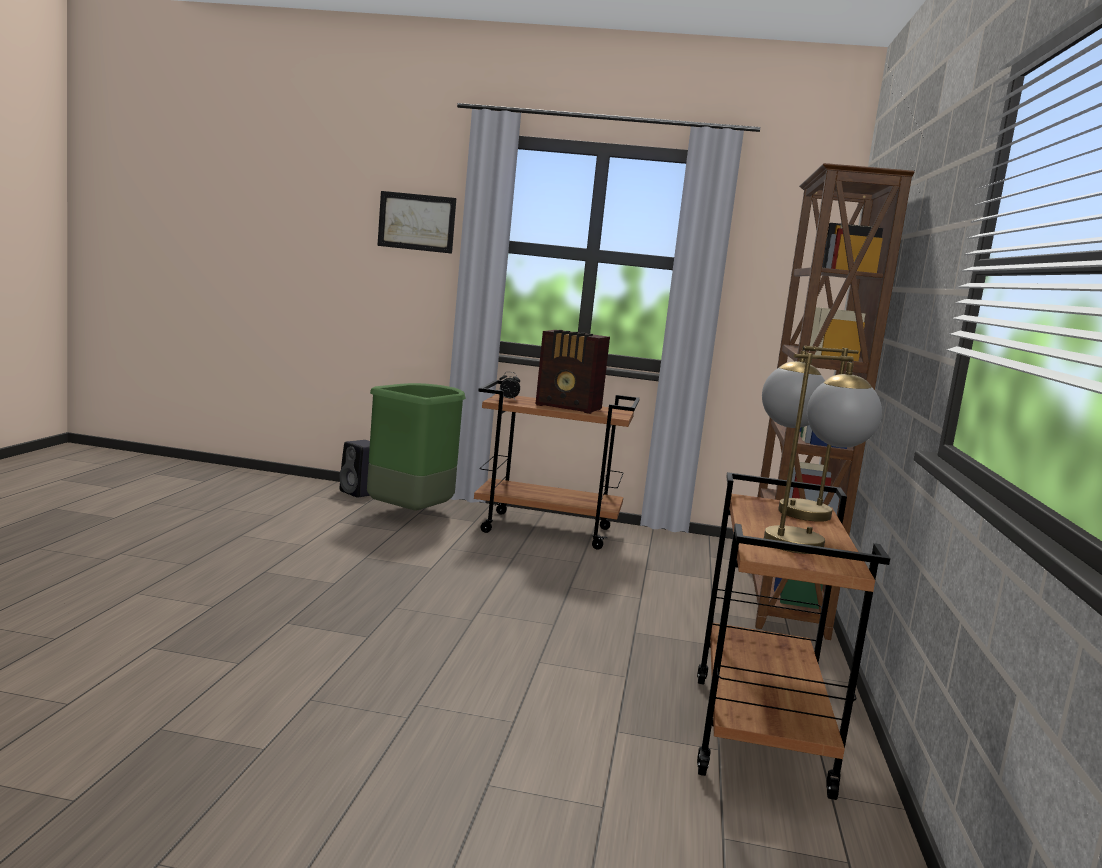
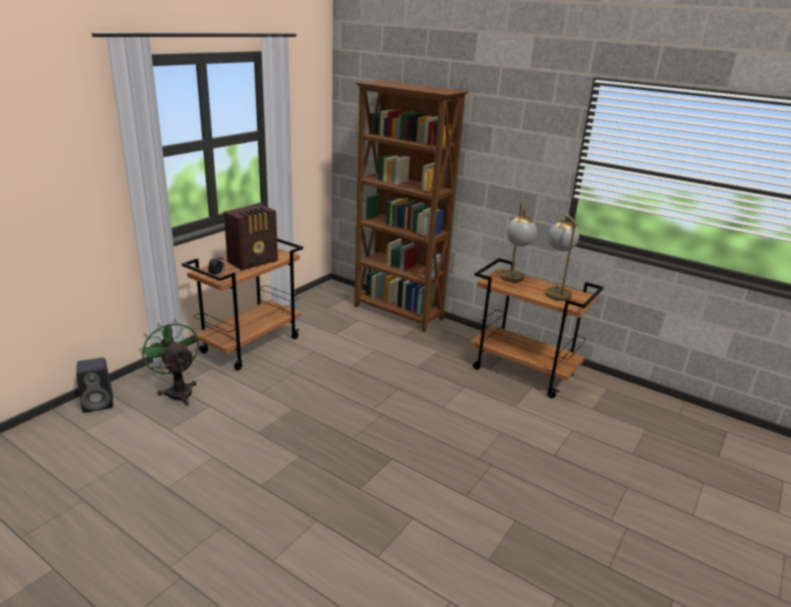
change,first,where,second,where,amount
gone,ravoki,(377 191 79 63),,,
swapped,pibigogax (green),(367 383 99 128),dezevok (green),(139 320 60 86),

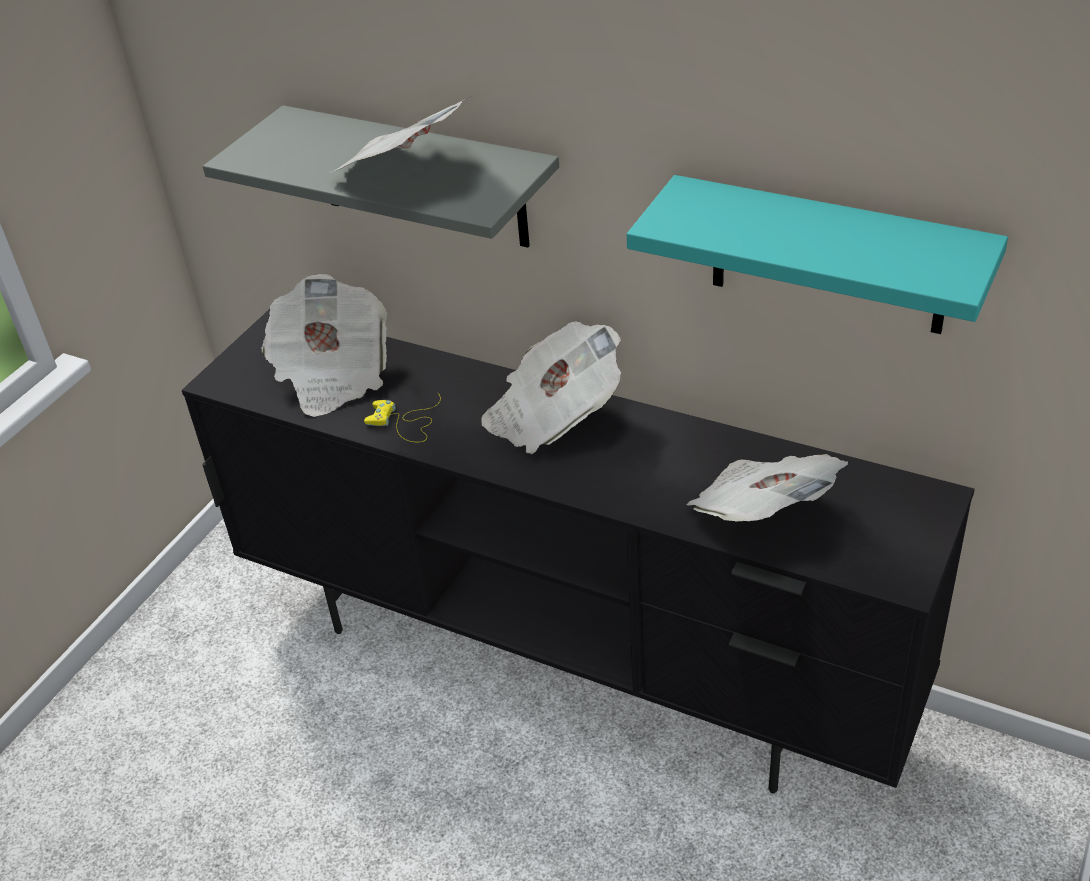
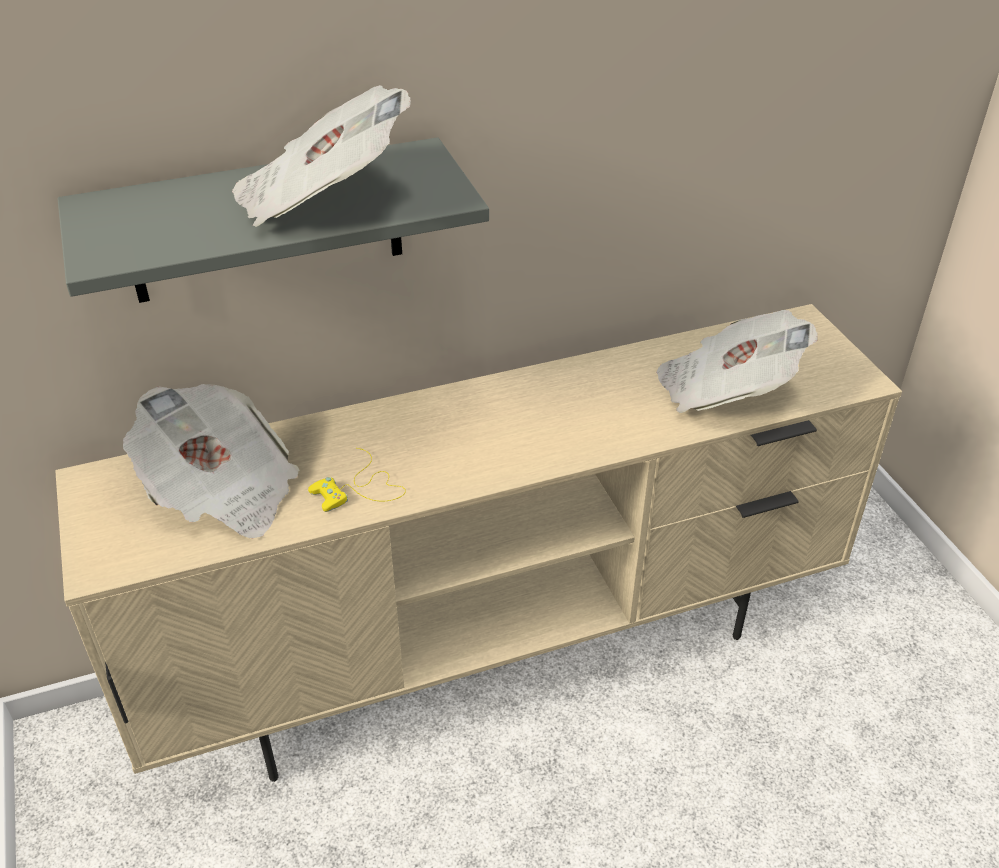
change,first,where,second,where,amount
gone,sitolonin,(481 321 140 133),,,
gone,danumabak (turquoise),(627 175 381 159),,,
repainted,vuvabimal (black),(182 309 793 485),vuvabimal (beige),(55 304 847 478),

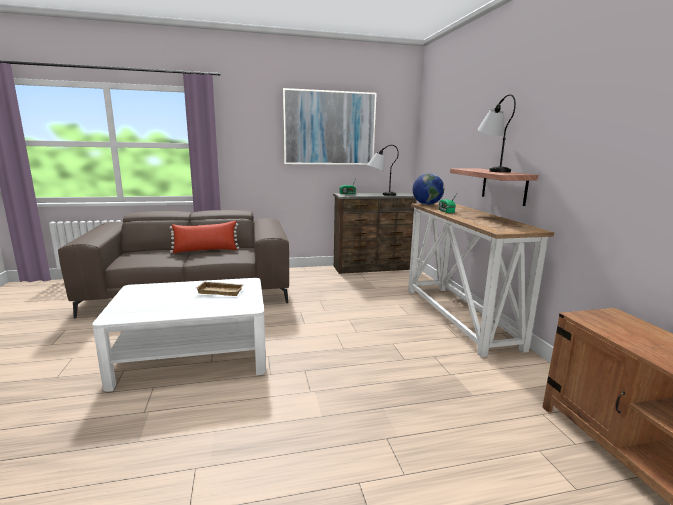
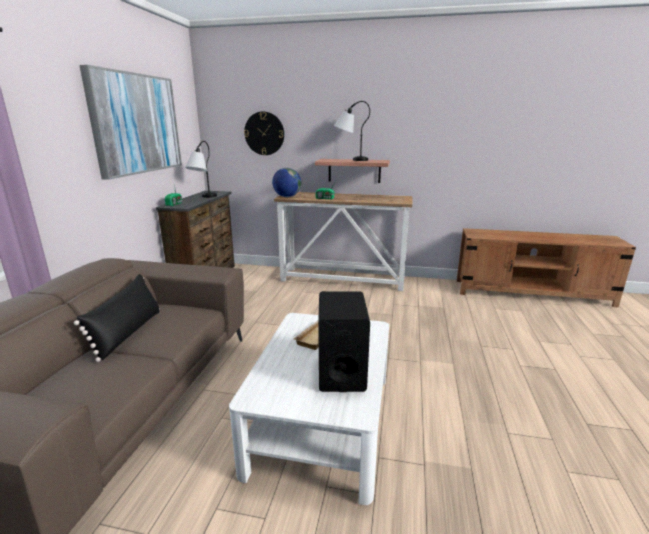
change,first,where,second,where,amount
new,,,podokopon,(244 112 40 43),
new,,,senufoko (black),(318 291 52 101),
repainted,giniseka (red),(170 221 69 32),giniseka (black),(74 274 86 88),

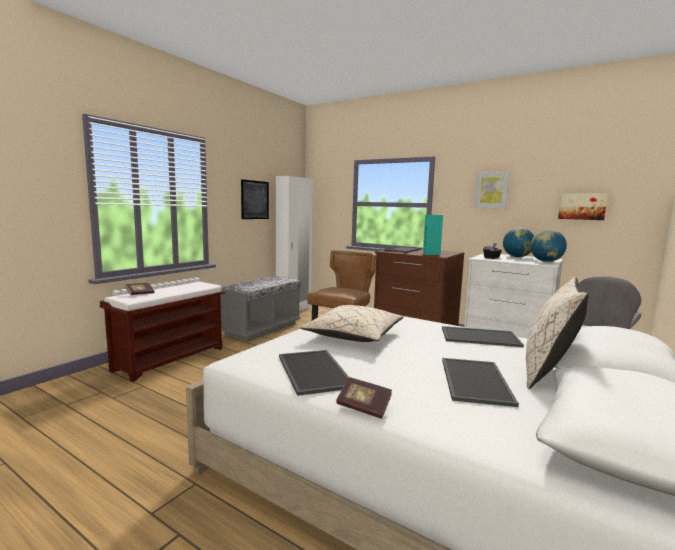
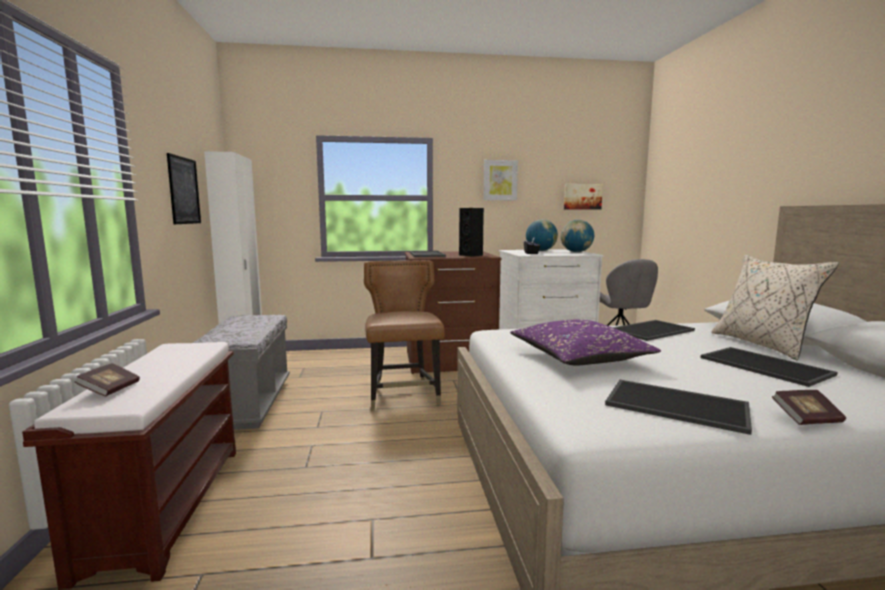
change,first,where,second,where,amount
repainted,giniseka (beige),(300 305 104 37),giniseka (purple),(510 319 151 46),
repainted,senufoko (turquoise),(423 215 20 40),senufoko (black),(459 208 25 49),

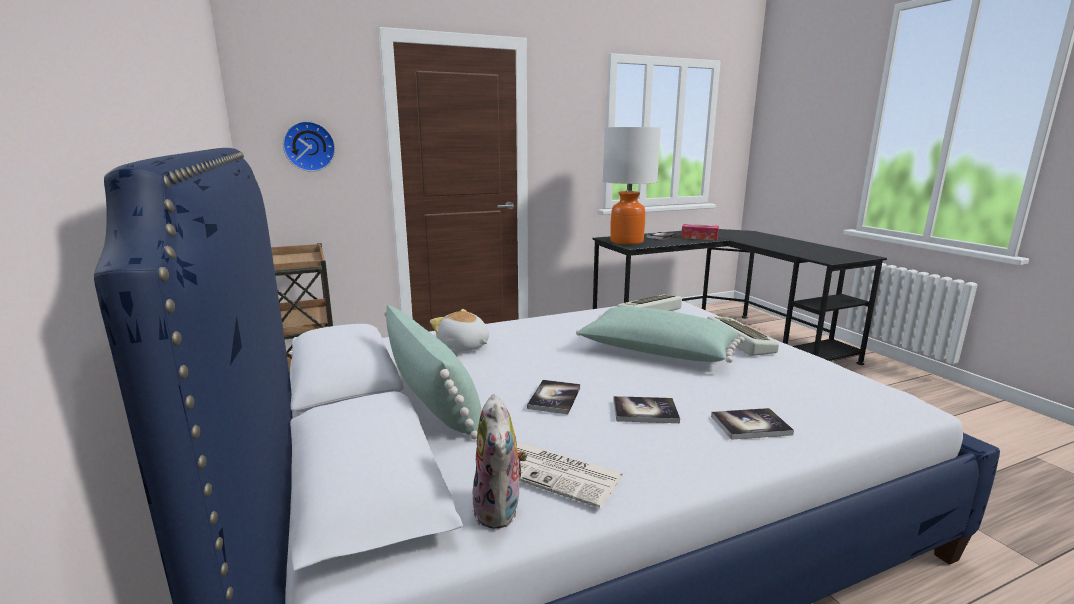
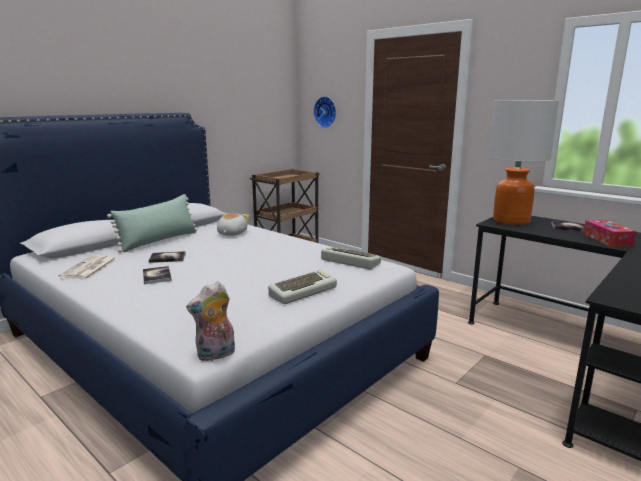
change,first,where,second,where,amount
gone,giniseka (green),(576 307 169 56),,,
gone,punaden,(711 408 83 32),,,
shifted,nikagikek,(472 394 55 135),,(186 281 49 80),

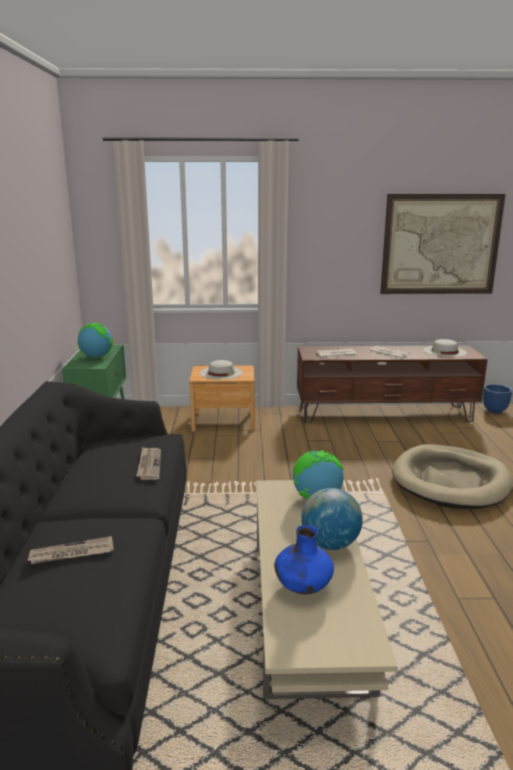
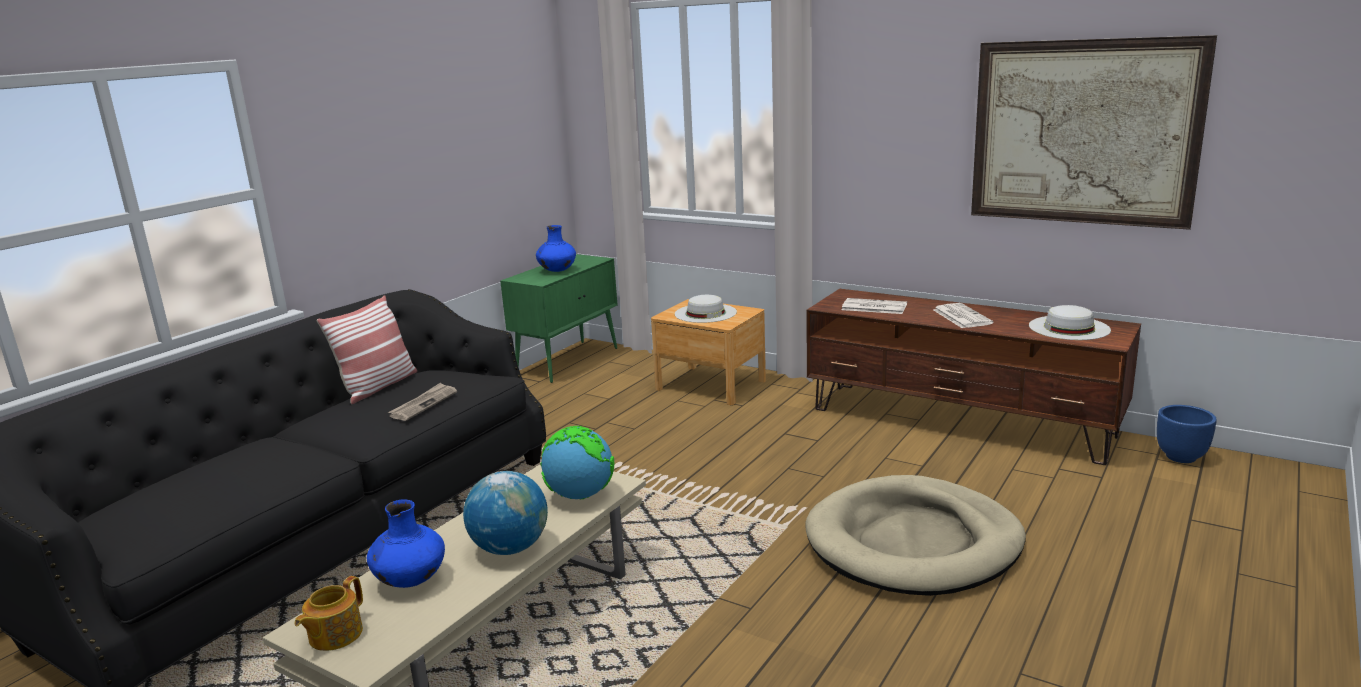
change,first,where,second,where,amount
gone,sitolonin,(27 536 87 28),,,
new,,,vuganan,(295 576 68 75),
new,,,giniseka,(317 295 100 109),
swapped,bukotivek,(77 323 36 35),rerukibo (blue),(536 225 40 47),

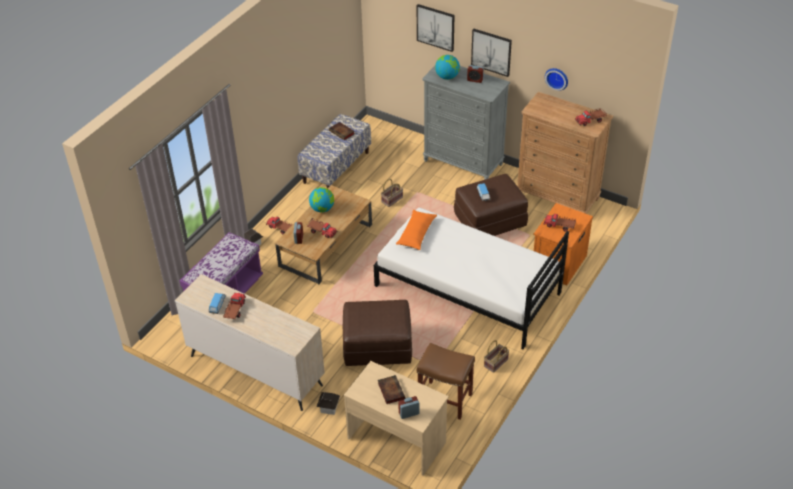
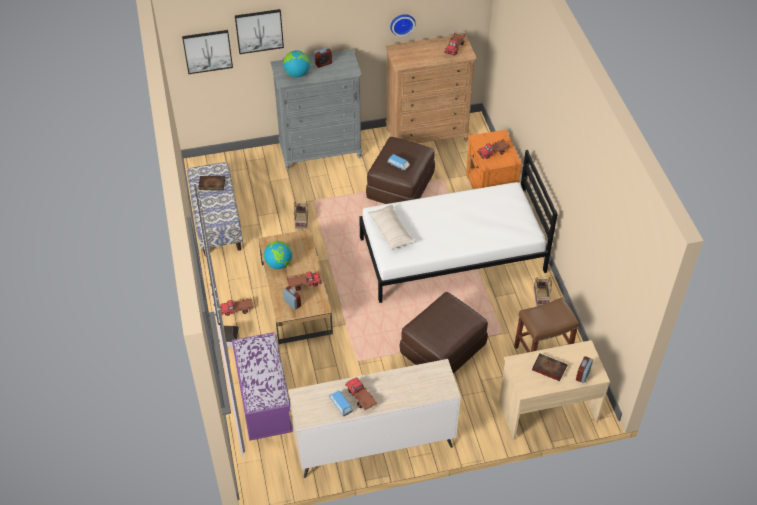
change,first,where,second,where,amount
gone,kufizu,(316 392 24 23),,,
shifted,ravoki,(471 29 41 48),,(182 30 51 44),
repainted,giniseka (orange),(396 210 41 40),giniseka (beige),(368 204 48 47),

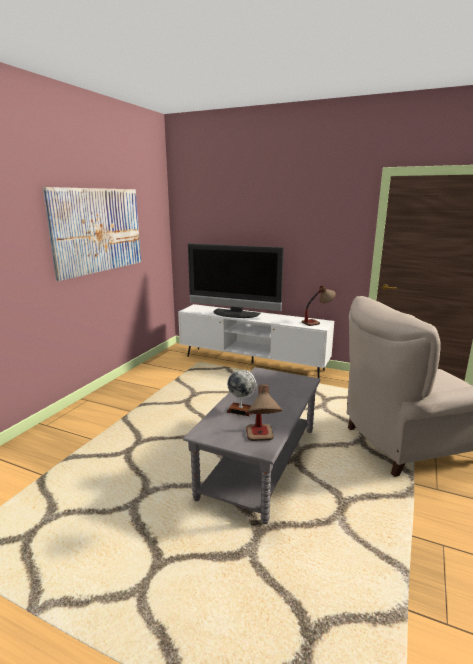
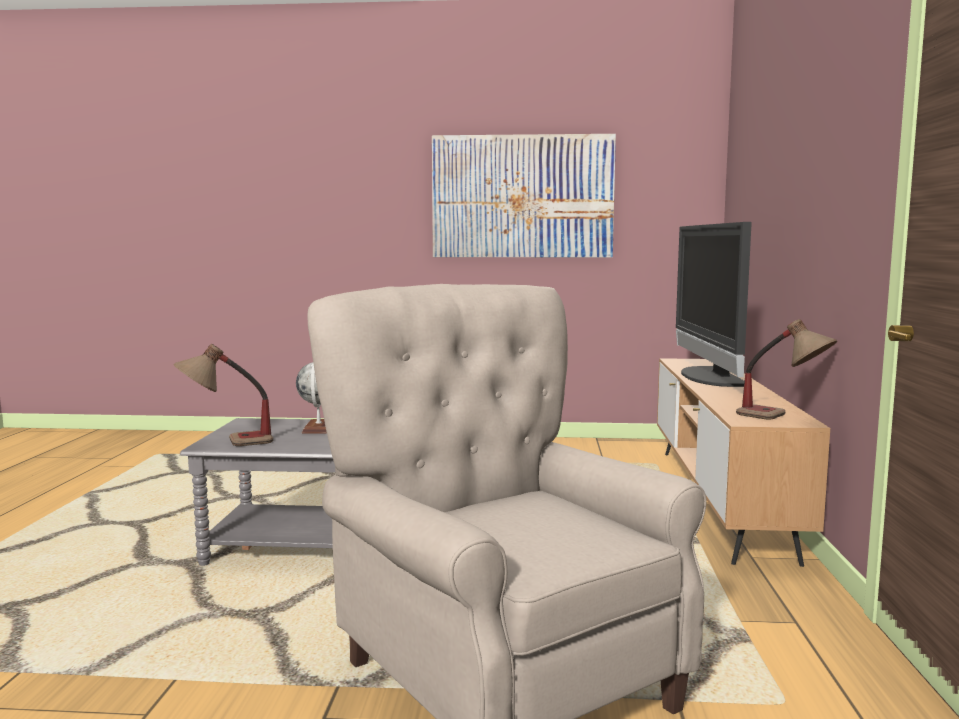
change,first,where,second,where,amount
repainted,vuvabimal (white),(178 304 156 75),vuvabimal (brown),(657 358 173 209),

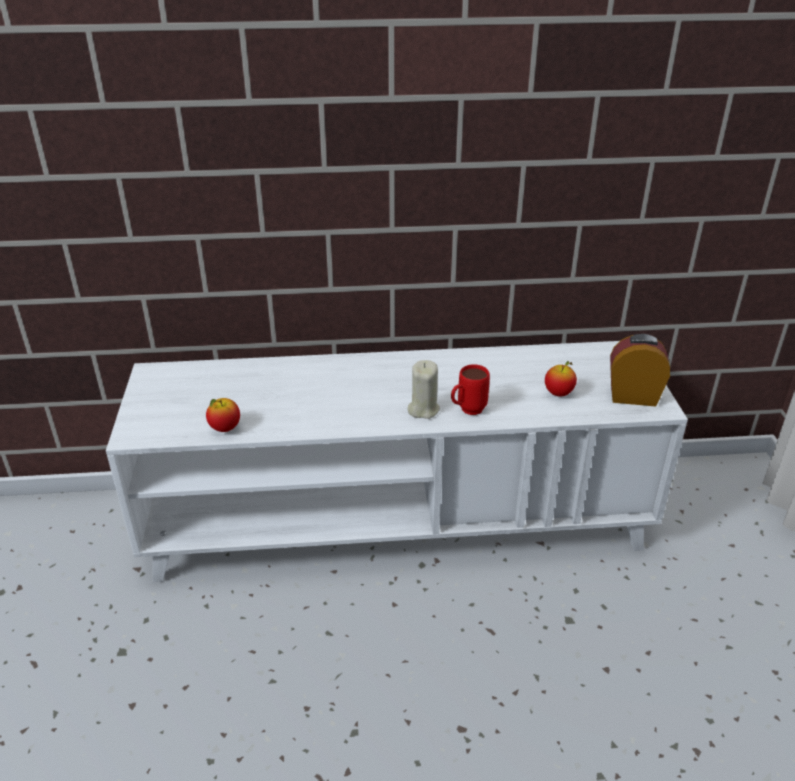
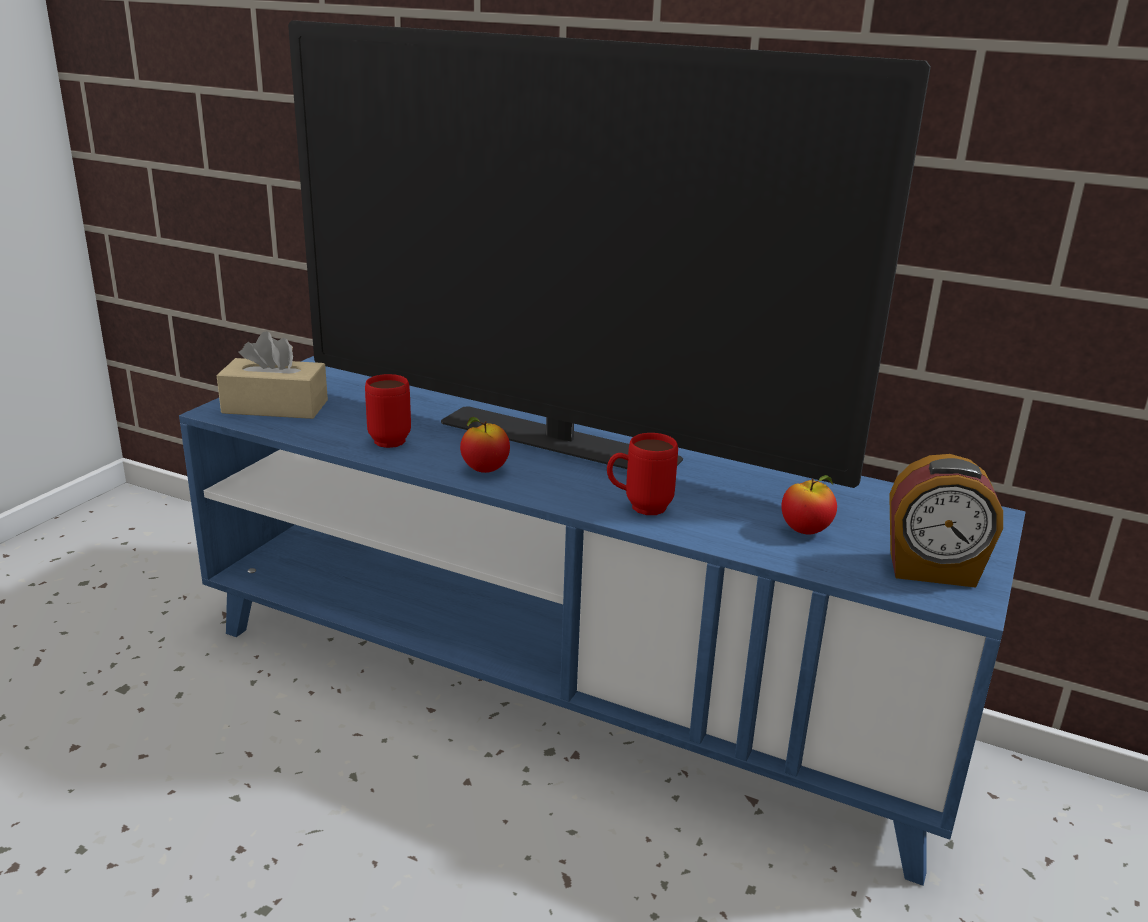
change,first,where,second,where,amount
gone,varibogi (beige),(408 360 32 59),,,
new,,,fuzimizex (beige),(217 331 111 88),
new,,,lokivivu,(288 20 643 468),
new,,,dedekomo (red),(365 374 46 74),
shifted,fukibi,(206 398 34 34),,(460 417 50 56),
repainted,vuvabimal (white),(106 341 582 241),vuvabimal (blue),(179 356 847 530),
rotated,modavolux,(610 334 60 73),,(889 454 114 134),150 degrees clockwise

